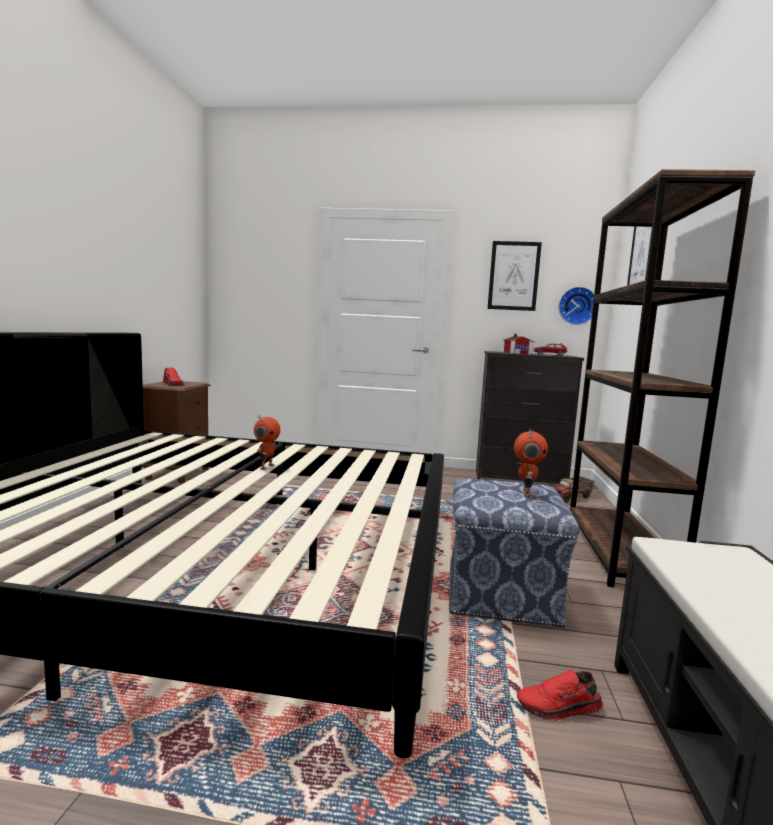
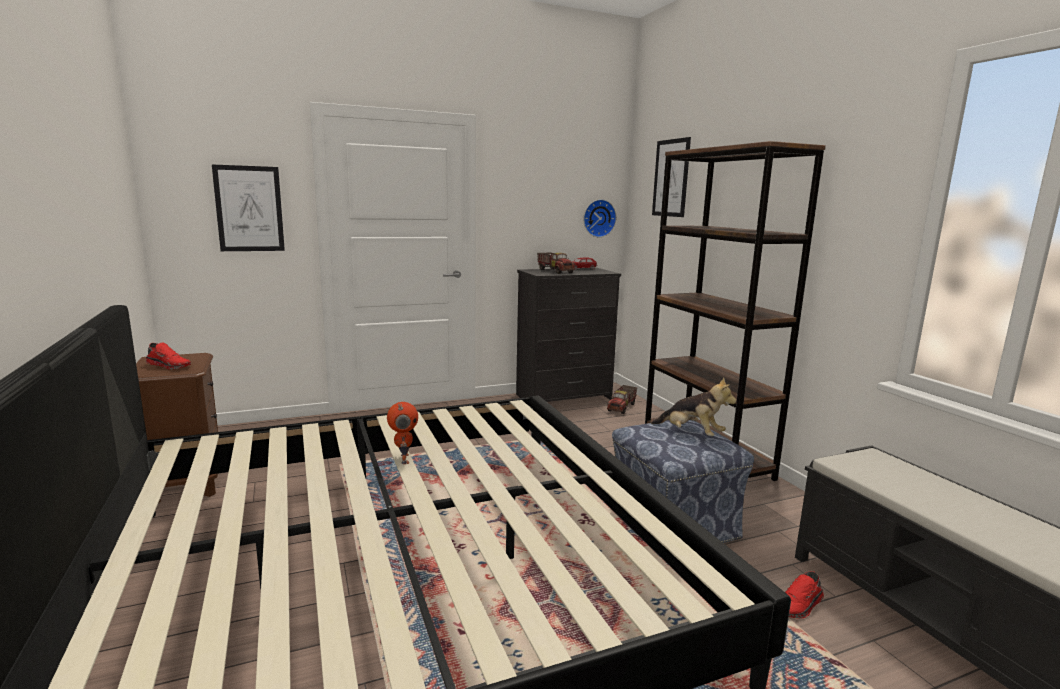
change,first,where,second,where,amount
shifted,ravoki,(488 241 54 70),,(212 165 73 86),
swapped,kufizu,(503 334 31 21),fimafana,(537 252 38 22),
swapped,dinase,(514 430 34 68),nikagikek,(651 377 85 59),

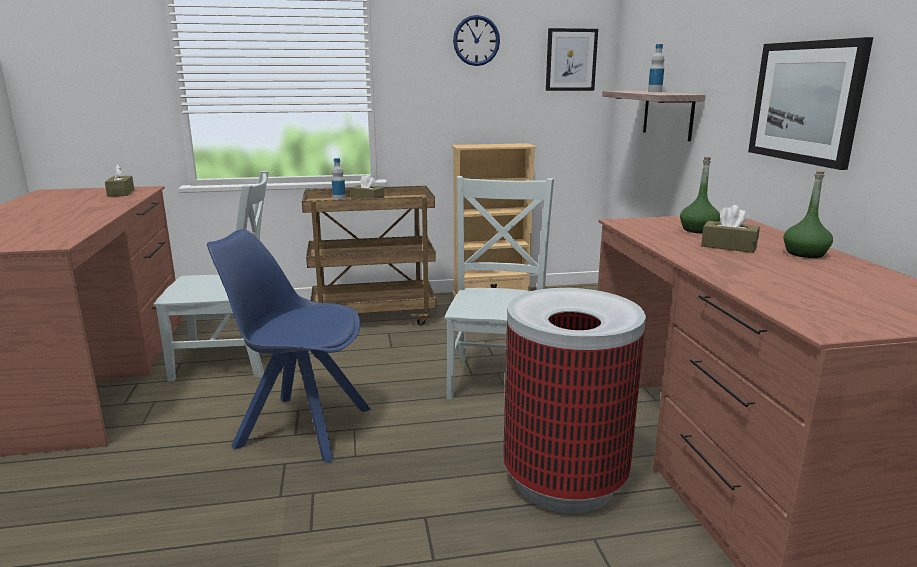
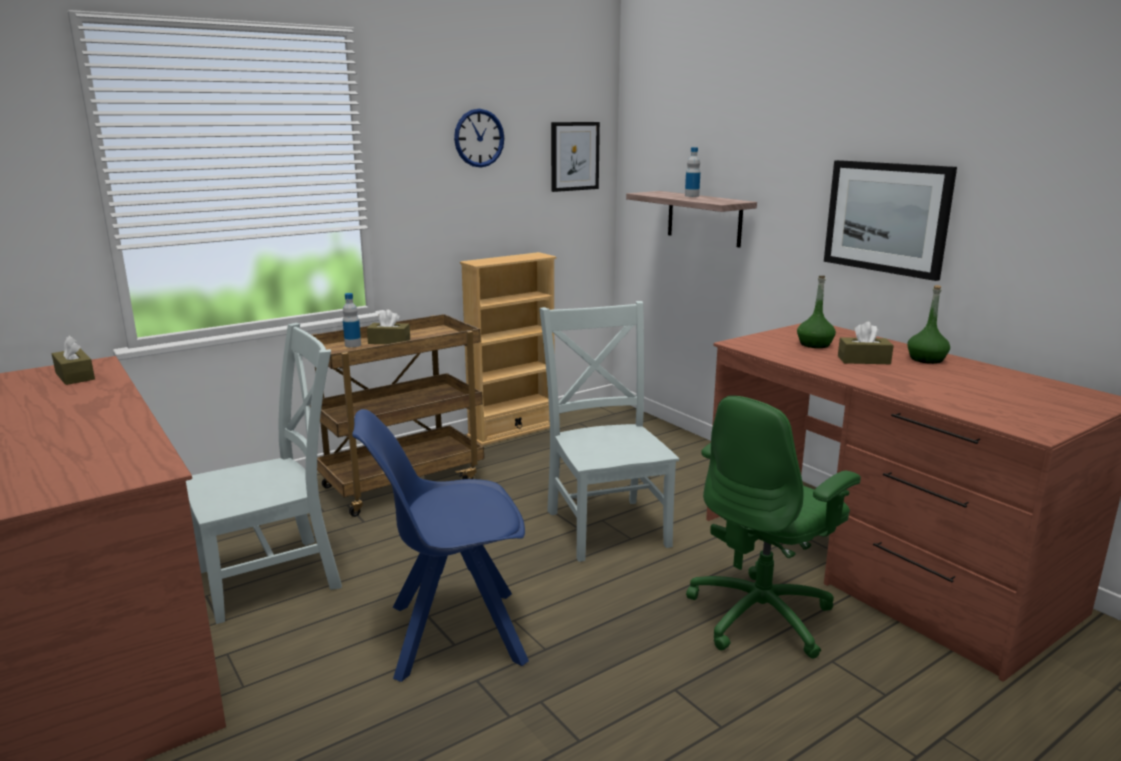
change,first,where,second,where,amount
swapped,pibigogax,(503 288 143 225),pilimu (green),(686 396 175 263),

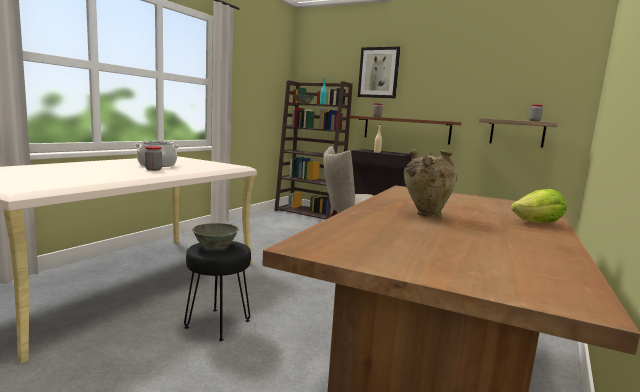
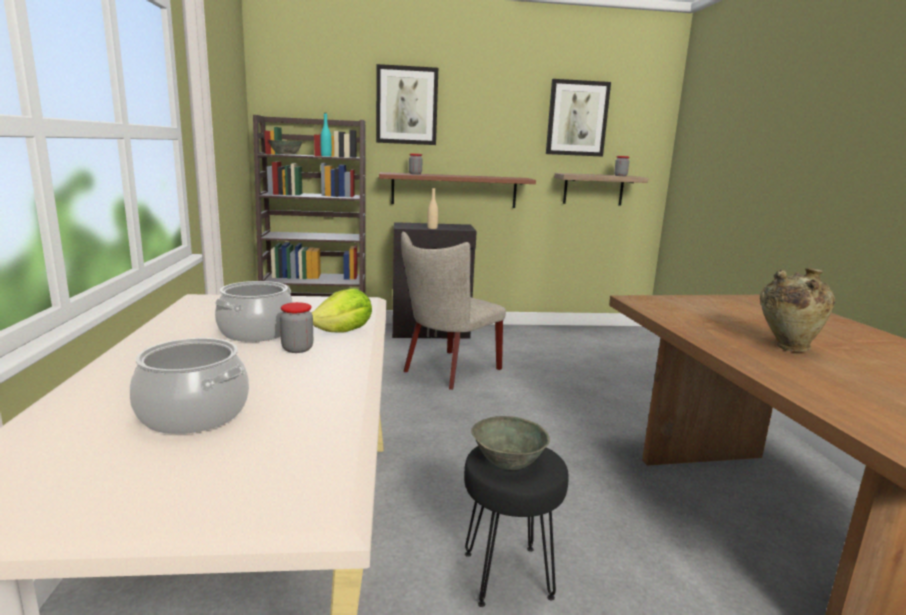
change,first,where,second,where,amount
new,,,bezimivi,(130 338 119 96),
new,,,ravoki,(546 79 65 78),
shifted,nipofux,(511 189 56 34),,(312 288 60 44),

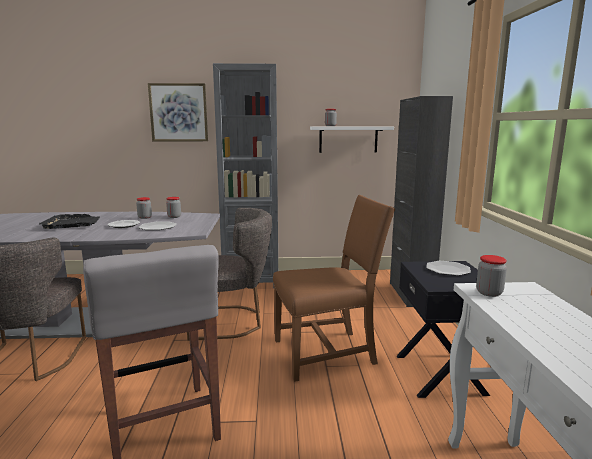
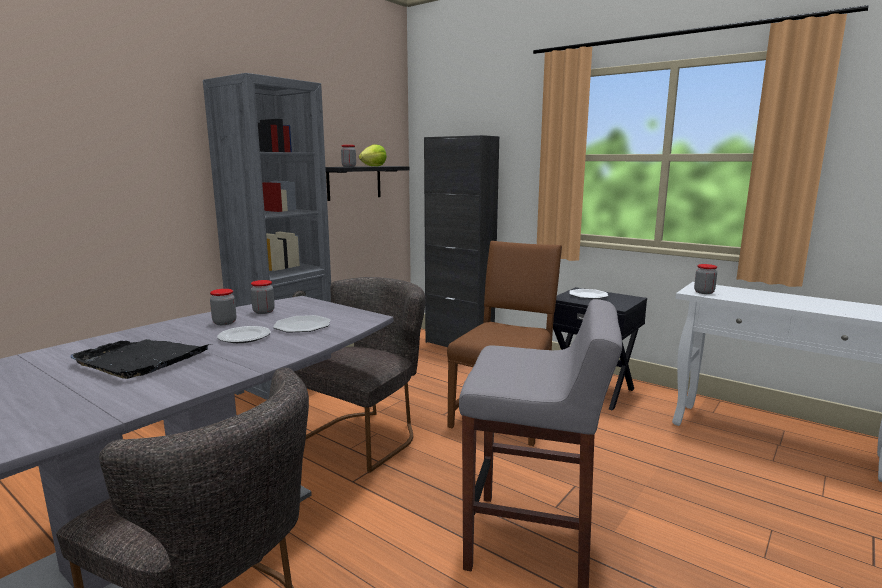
change,first,where,second,where,amount
gone,ravoki,(148 83 60 58),,,
new,,,nipofux,(359 144 28 22),
repainted,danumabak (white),(310 126 84 27),danumabak (black),(325 166 85 35),

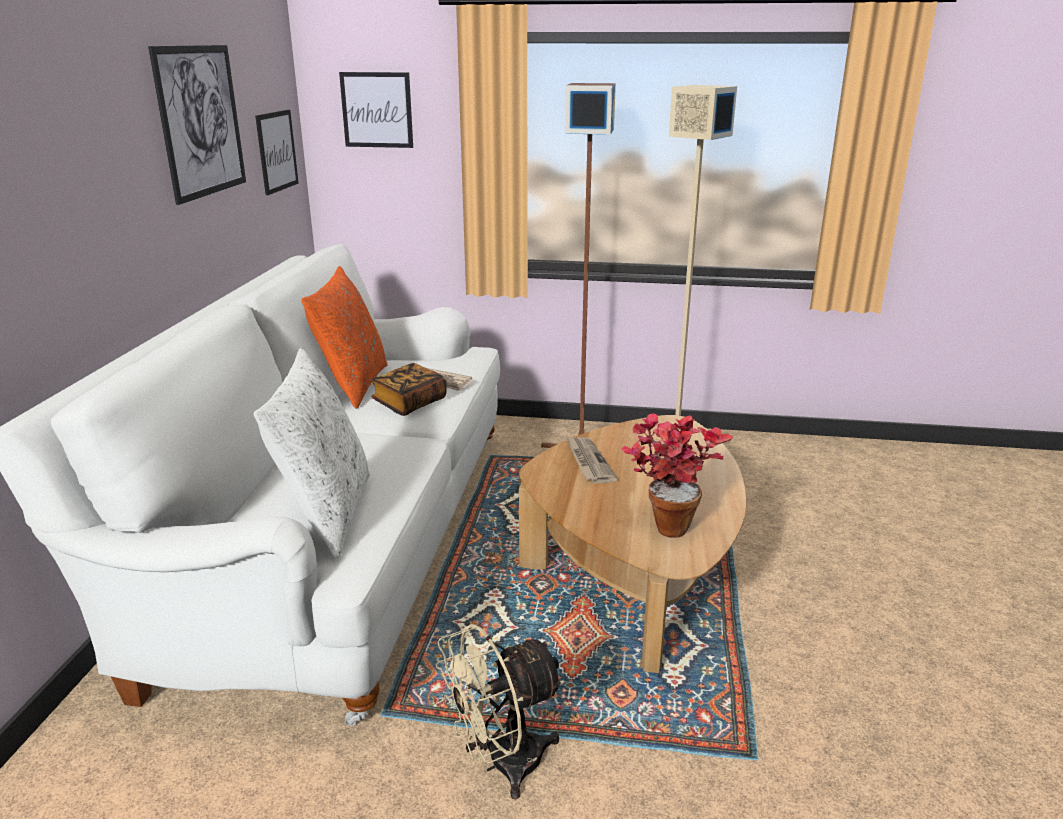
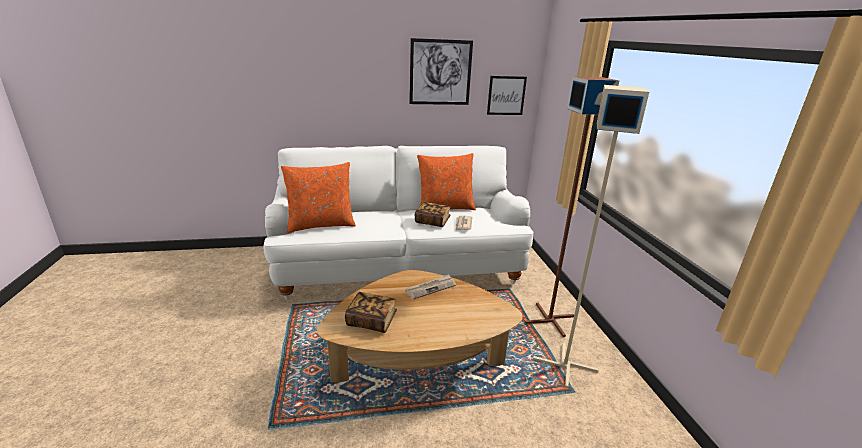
change,first,where,second,where,amount
gone,ravoki,(339 72 74 76),,,
gone,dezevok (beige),(436 624 129 175),,,
swapped,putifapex,(621 413 112 125),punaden,(345 292 52 41),
repainted,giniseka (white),(254 348 116 210),giniseka (orange),(281 162 75 71),

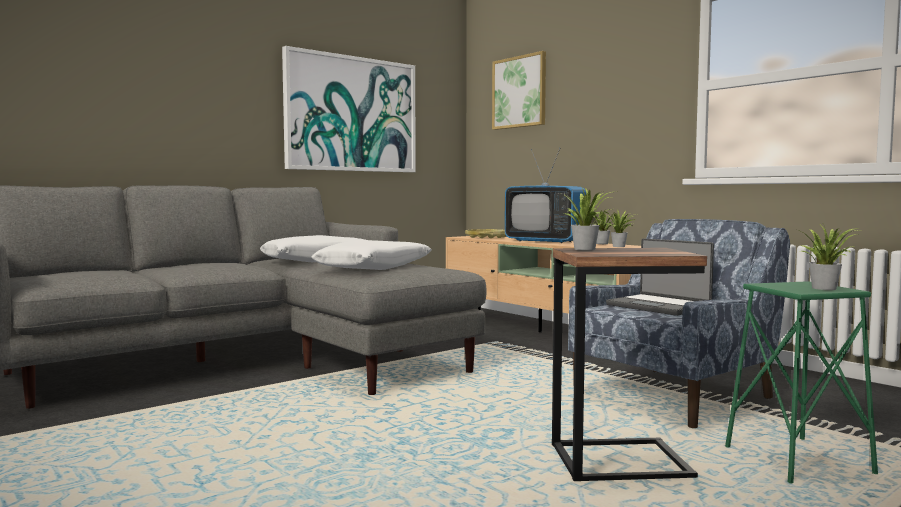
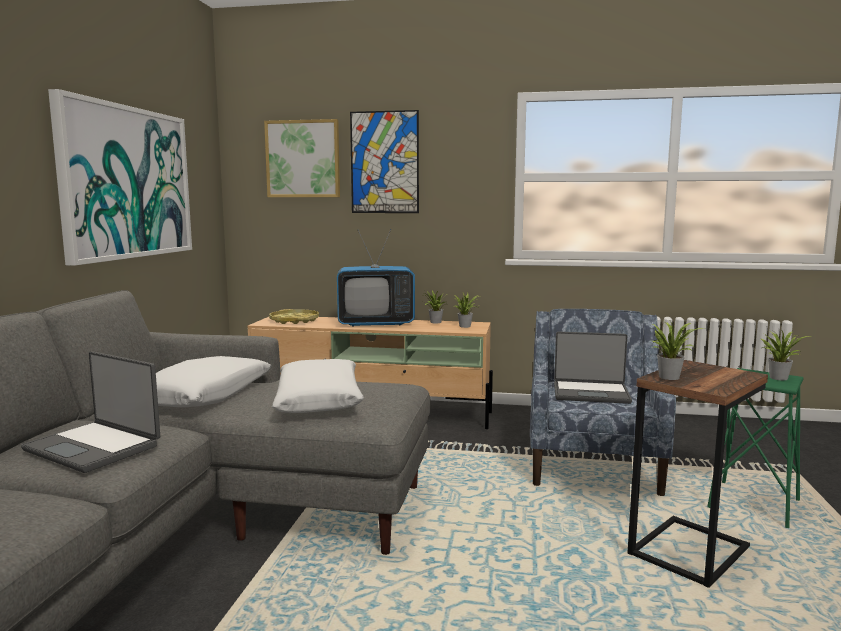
change,first,where,second,where,amount
new,,,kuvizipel,(21 351 139 122),
new,,,ravoki,(350 110 69 103),

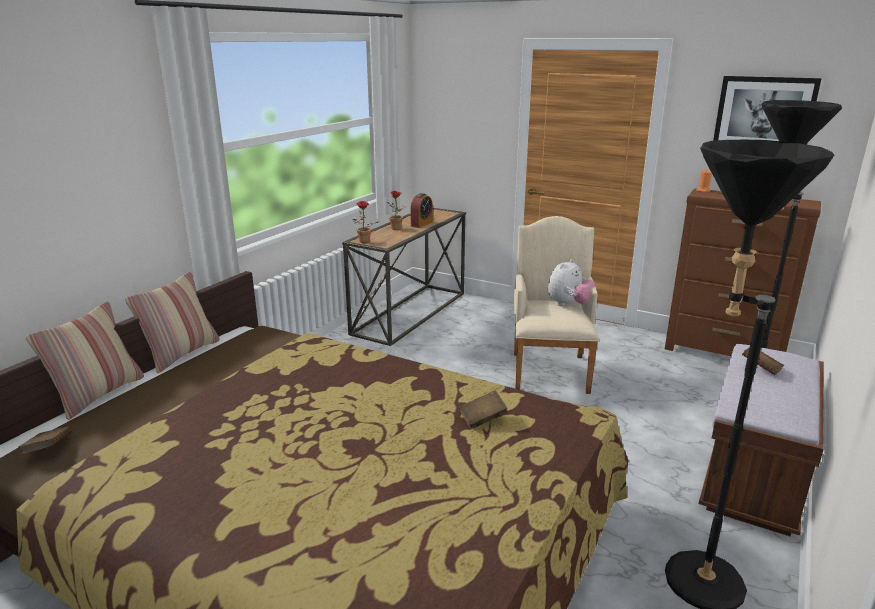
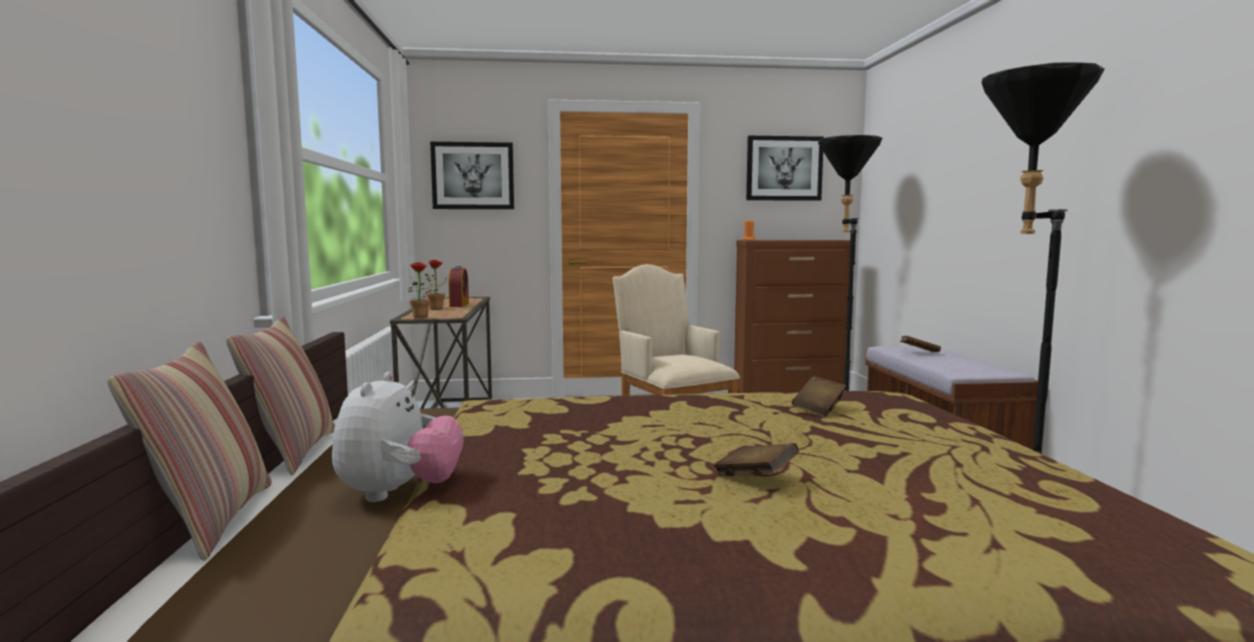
change,first,where,second,where,amount
new,,,ravoki,(430 142 84 67),
shifted,punaden (brown),(18 427 55 27),,(714 443 85 34),
shifted,nikagikek,(548 259 48 47),,(332 372 132 130),

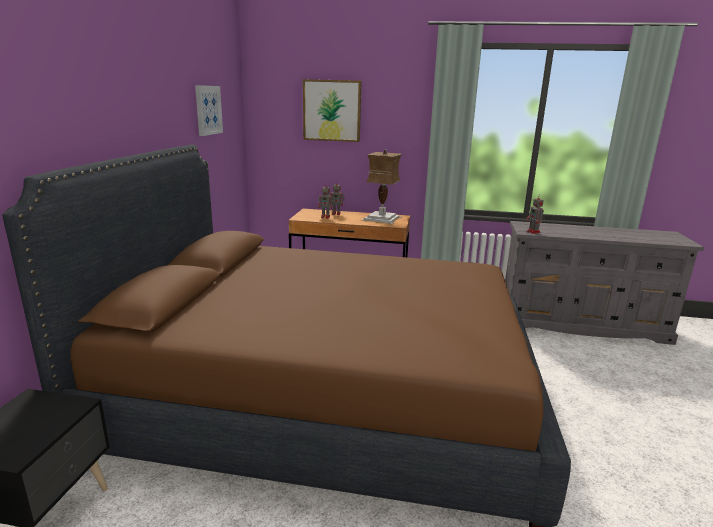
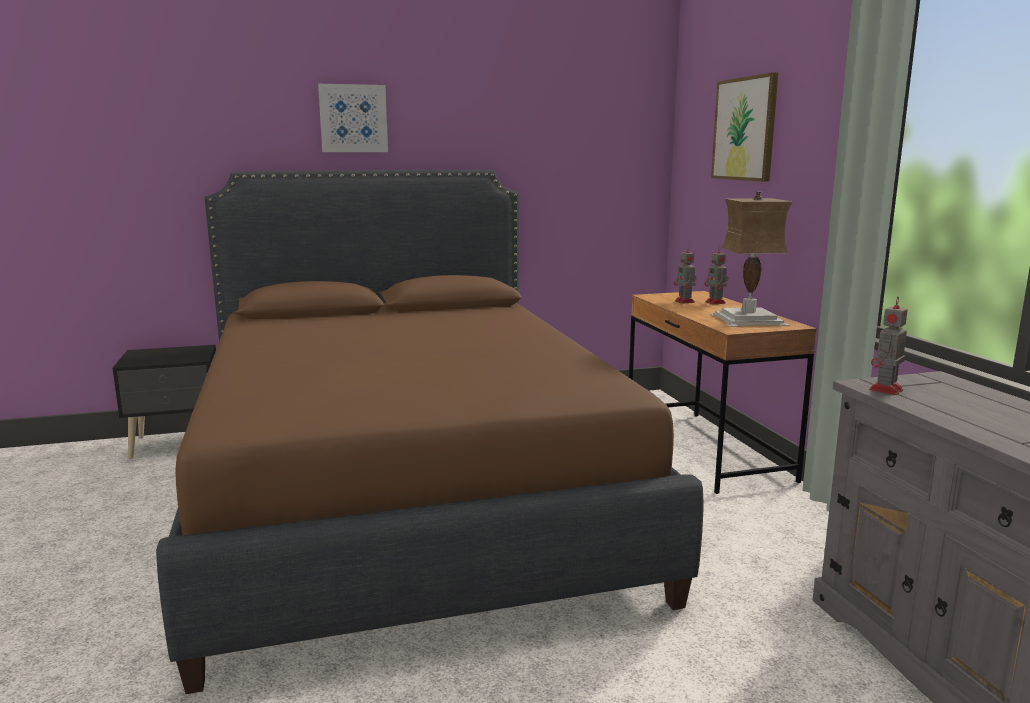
change,first,where,second,where,amount
shifted,ravoki,(195 85 28 51),,(318 84 70 68),

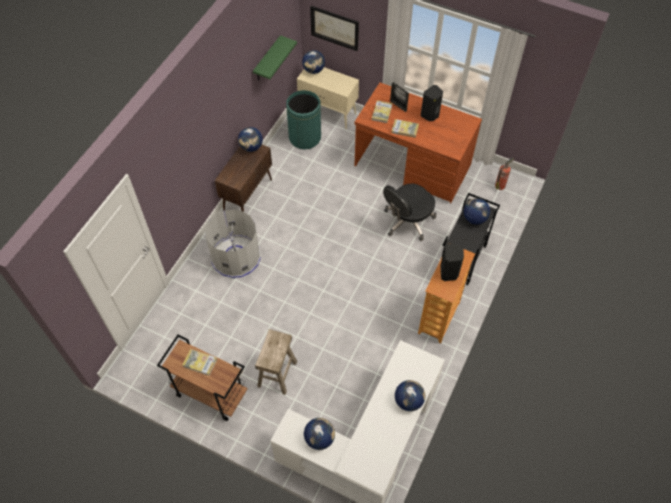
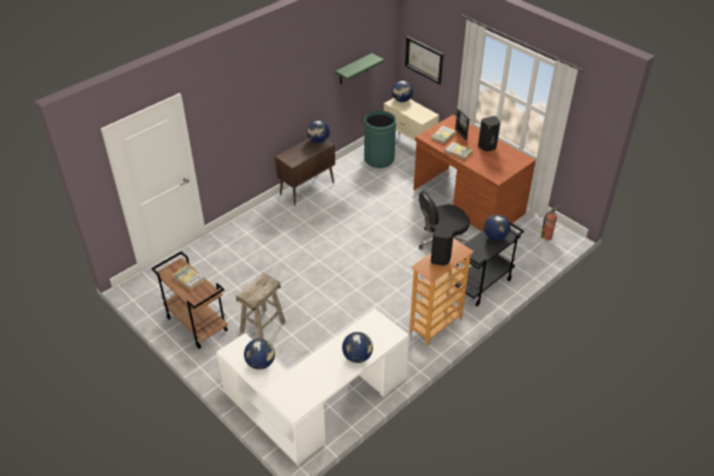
change,first,where,second,where,amount
gone,pibigogax (grey),(205 209 56 69),,,

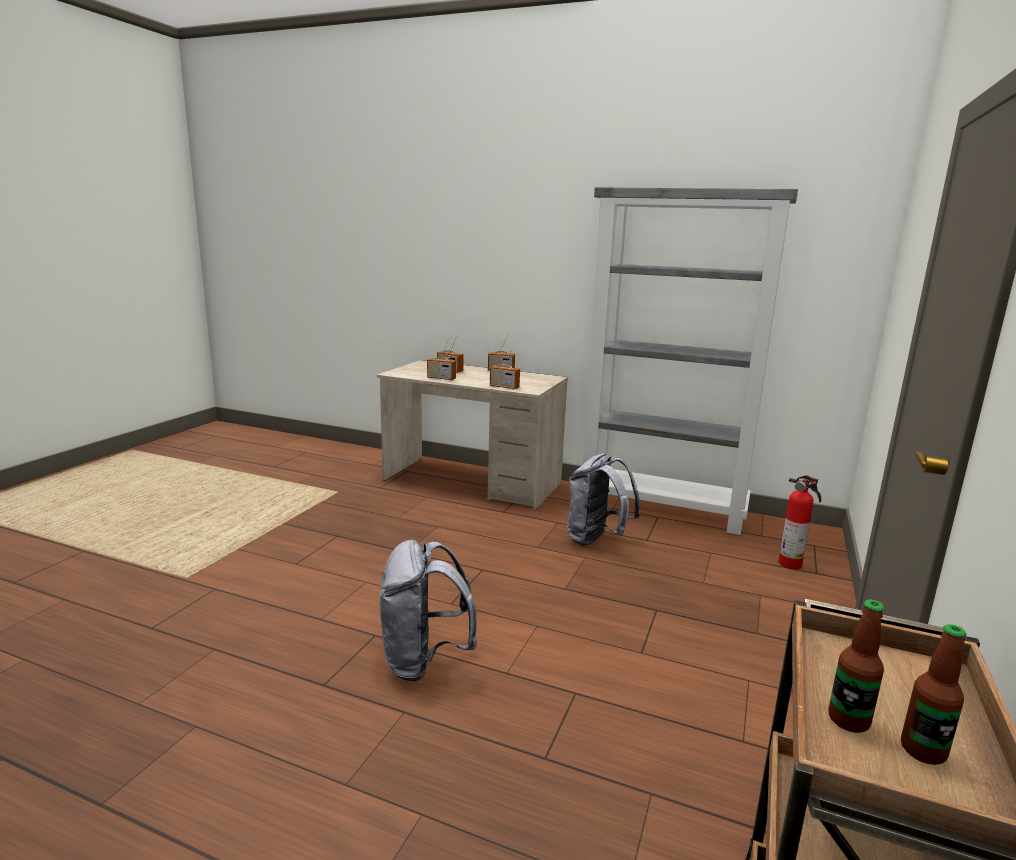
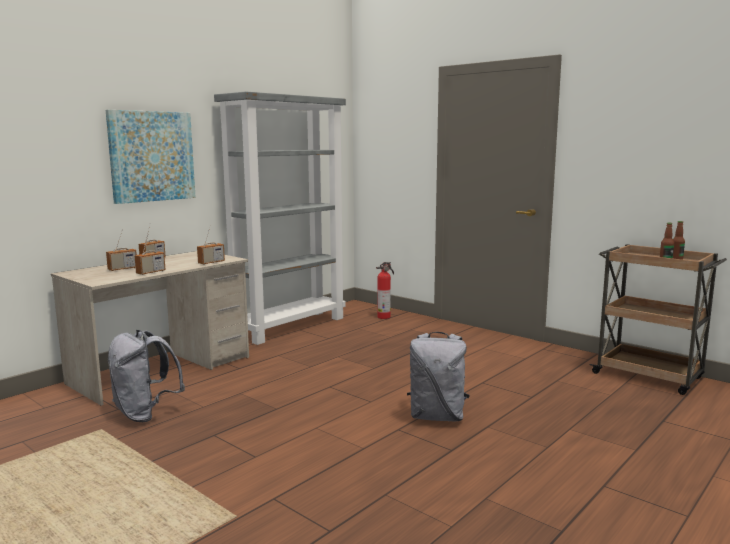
change,first,where,second,where,amount
new,,,ravoki,(106 110 90 94),
shifted,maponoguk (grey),(567 453 73 92),,(108 330 77 92),

